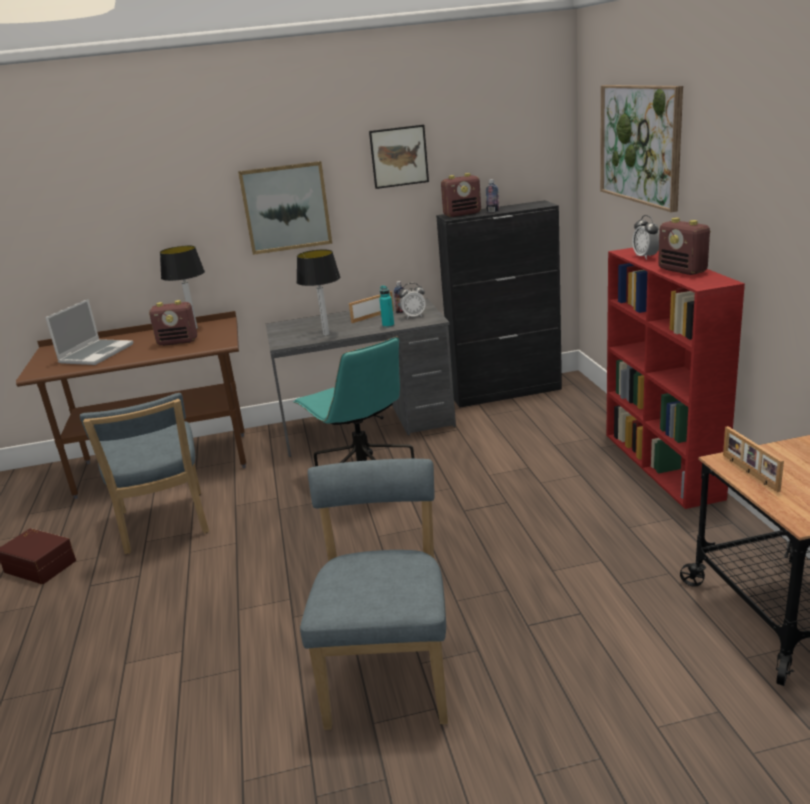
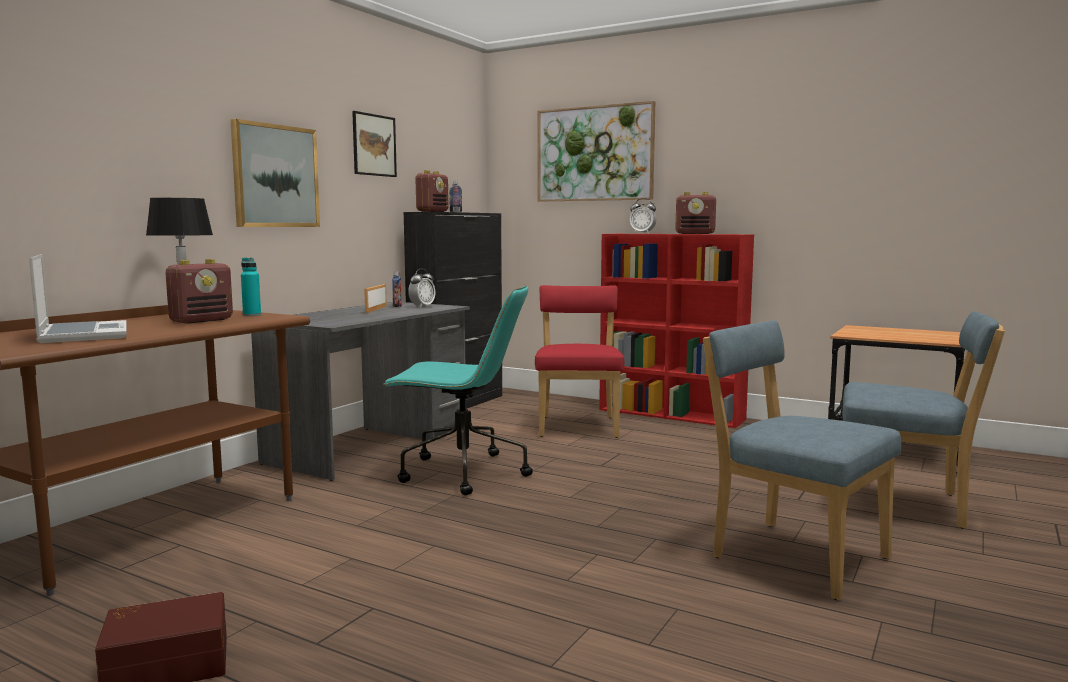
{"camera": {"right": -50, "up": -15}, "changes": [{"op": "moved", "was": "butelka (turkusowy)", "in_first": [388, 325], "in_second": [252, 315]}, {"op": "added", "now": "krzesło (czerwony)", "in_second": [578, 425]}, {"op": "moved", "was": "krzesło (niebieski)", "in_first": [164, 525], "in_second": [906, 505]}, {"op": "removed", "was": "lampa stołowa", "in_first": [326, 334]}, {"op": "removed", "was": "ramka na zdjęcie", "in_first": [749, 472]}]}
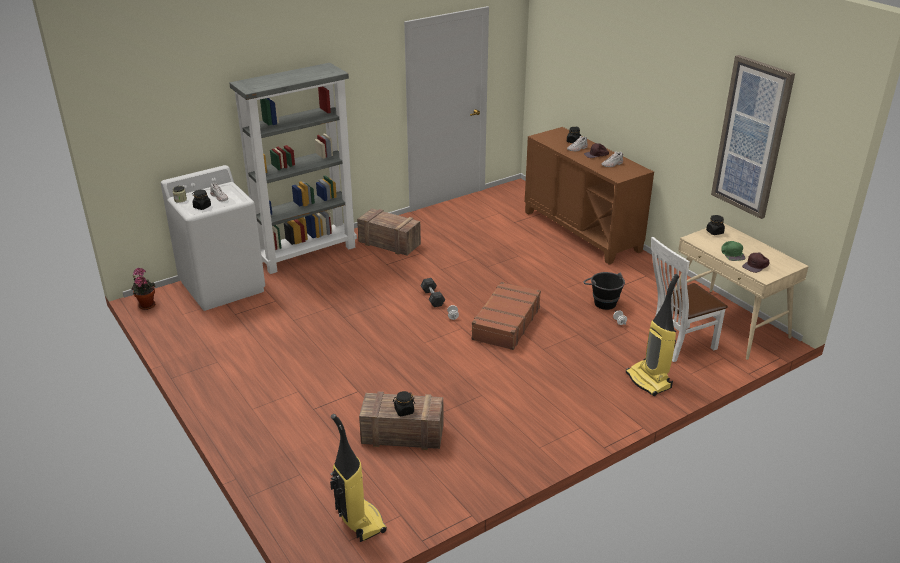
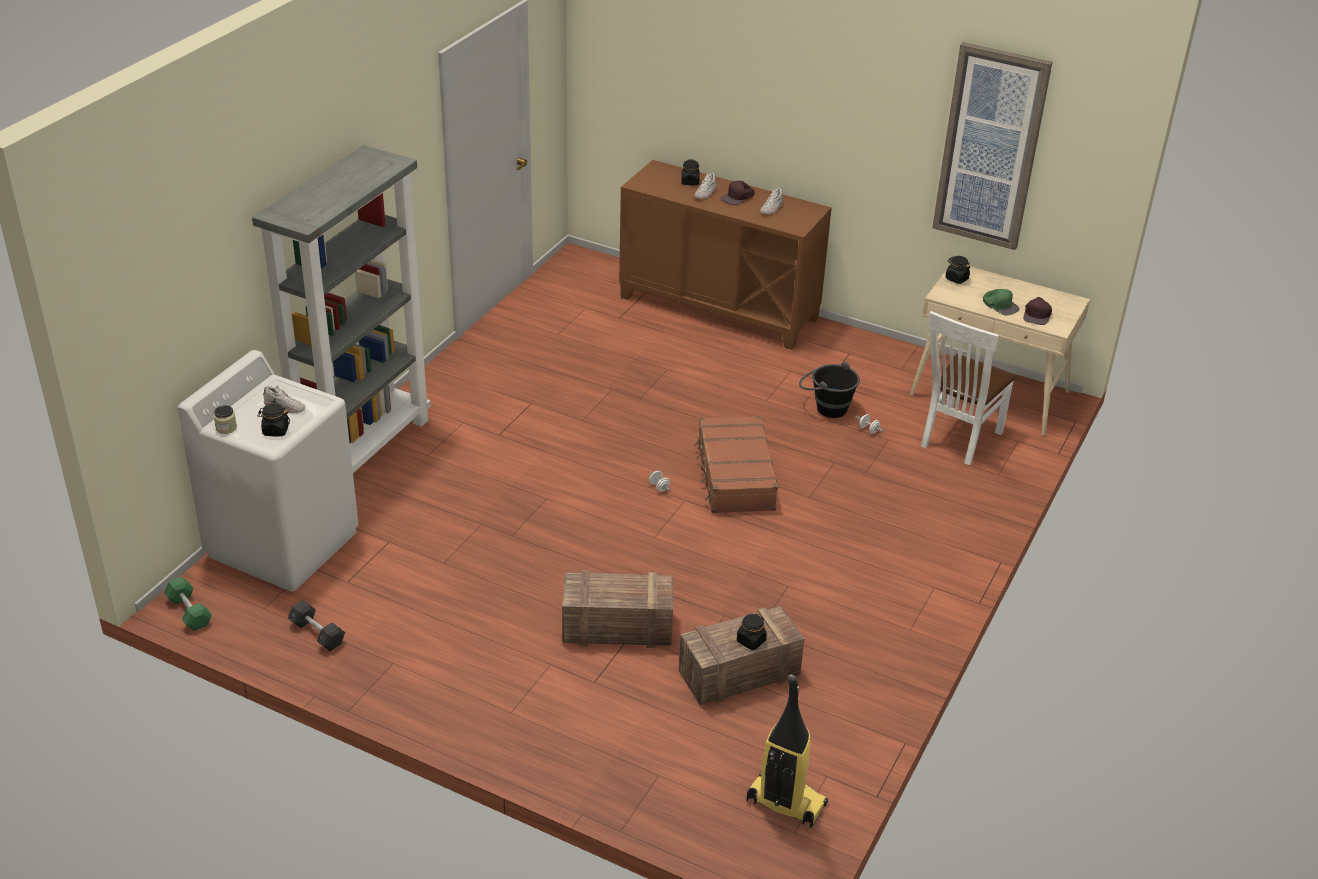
{"camera": {"right": -30, "up": 5}, "changes": [{"op": "replaced", "was": "roślina doniczkowa", "now": "hantel (zielony)", "in_first": [146, 305], "in_second": [189, 612]}, {"op": "moved", "was": "hantel (szary)", "in_first": [432, 298], "in_second": [317, 633]}, {"op": "moved", "was": "skrzynka", "in_first": [388, 243], "in_second": [615, 628]}, {"op": "removed", "was": "odkurzacz", "in_first": [649, 381]}]}
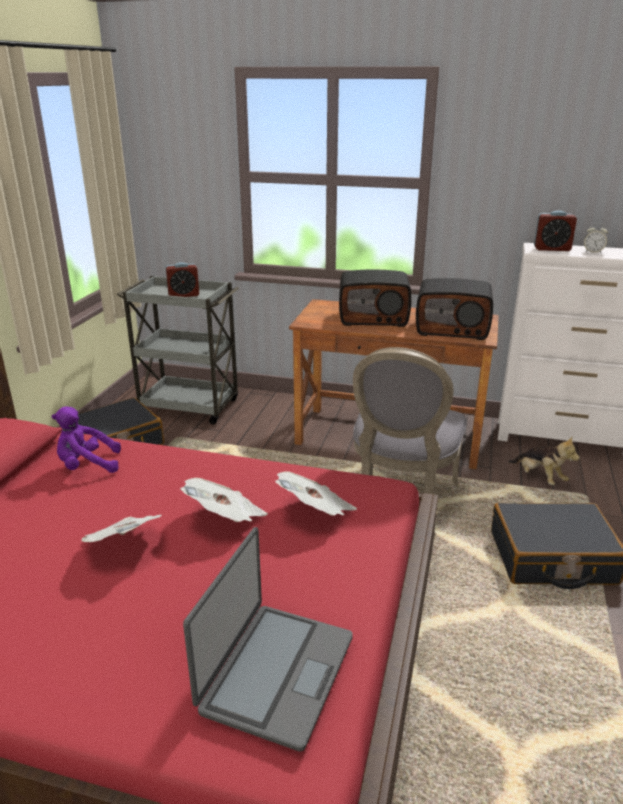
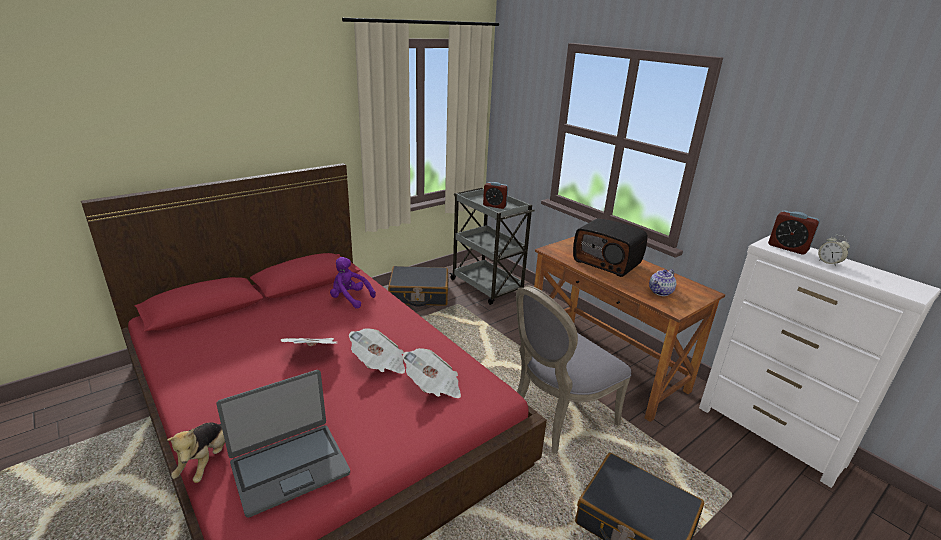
{"camera": {"right": 35, "up": 0}, "changes": [{"op": "moved", "was": "pluszak", "in_first": [539, 477], "in_second": [205, 462]}, {"op": "replaced", "was": "radio", "now": "imbryk", "in_first": [452, 329], "in_second": [661, 292]}]}
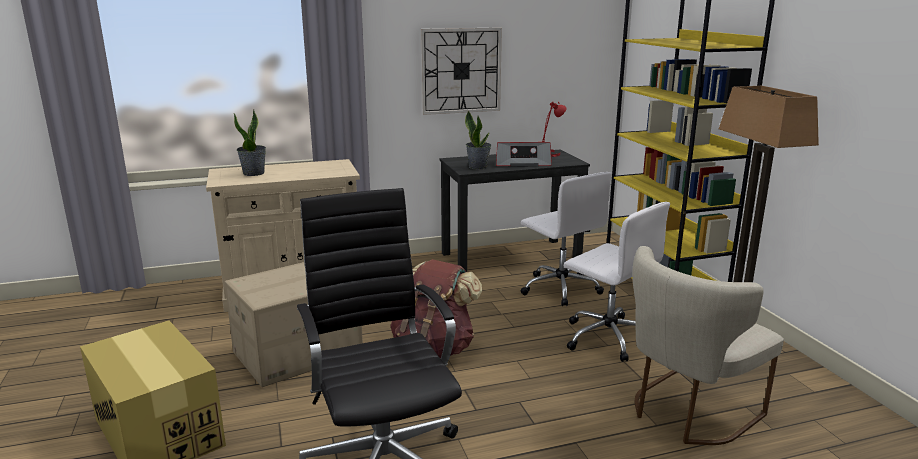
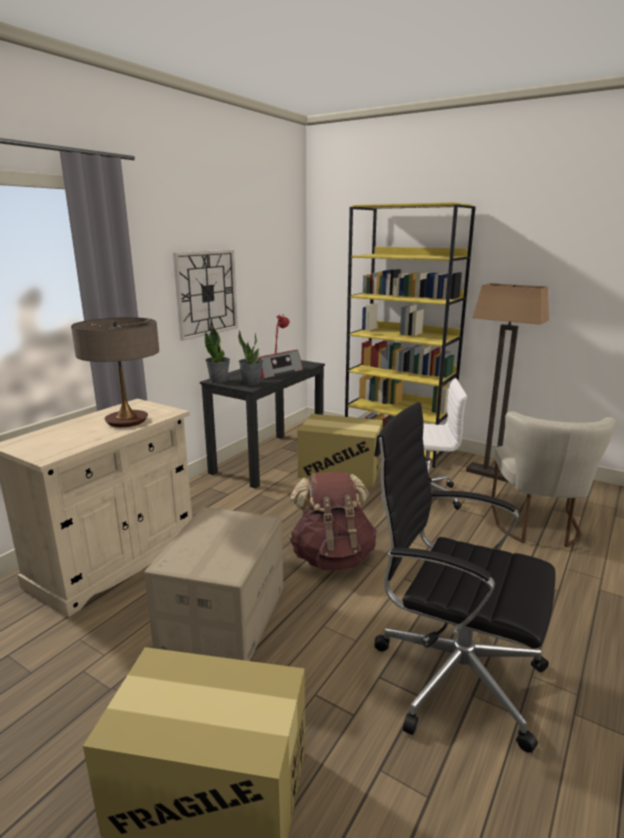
{"camera": {"right": -40, "up": 0}, "changes": [{"op": "added", "now": "lampa stołowa", "in_second": [127, 421]}, {"op": "moved", "was": "roślina doniczkowa", "in_first": [254, 173], "in_second": [219, 380]}, {"op": "replaced", "was": "krzesło biurowe (biały)", "now": "karton", "in_first": [560, 288], "in_second": [340, 471]}]}
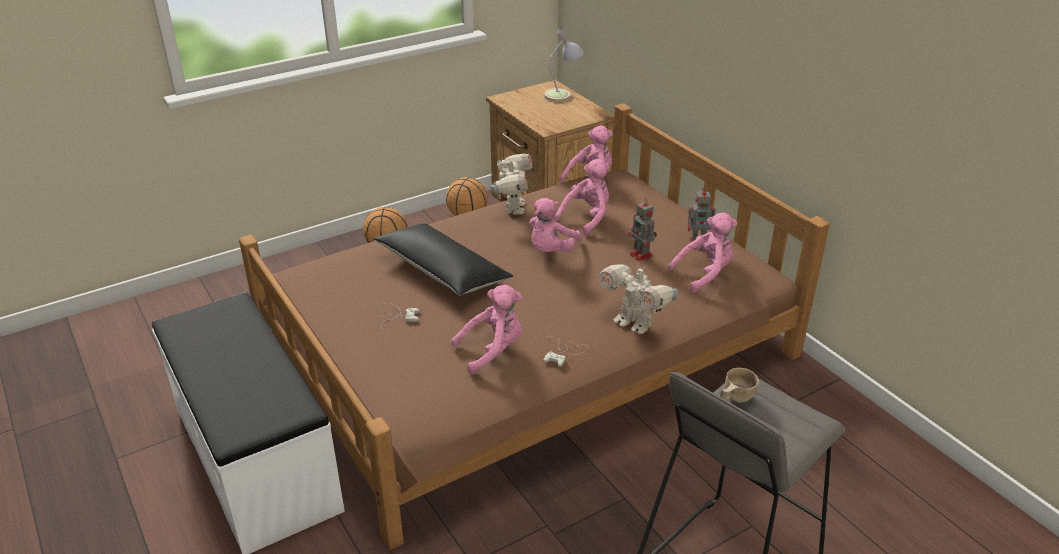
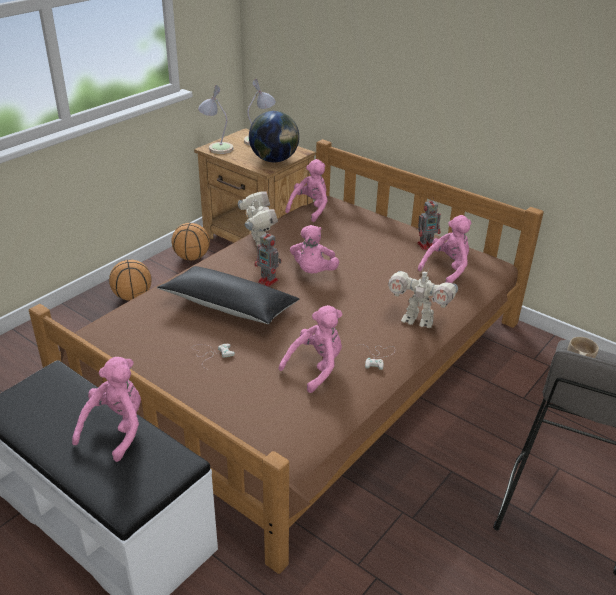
{"camera": {"right": -20, "up": 0}, "changes": [{"op": "moved", "was": "pluszak (różowy)", "in_first": [587, 218], "in_second": [116, 429]}, {"op": "added", "now": "lampa stołowa", "in_second": [216, 147]}, {"op": "added", "now": "globus", "in_second": [274, 160]}, {"op": "moved", "was": "robot zabawkowy", "in_first": [642, 255], "in_second": [269, 281]}]}
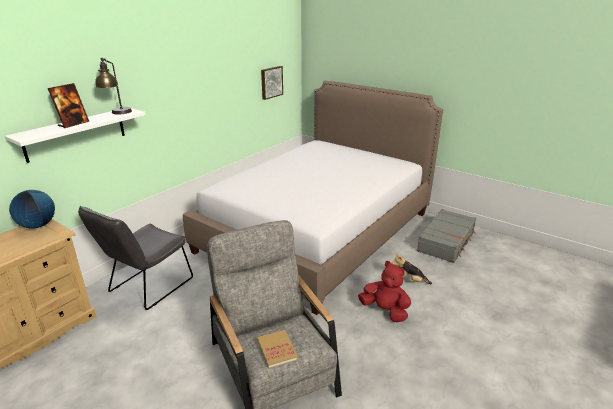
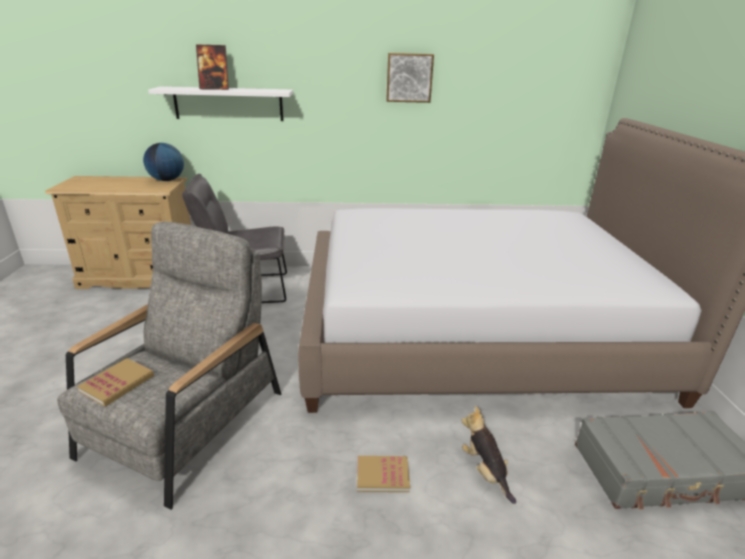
{"camera": {"right": 50, "up": 0}, "changes": [{"op": "replaced", "was": "pluszak (czerwony)", "now": "książka", "in_first": [385, 311], "in_second": [382, 475]}, {"op": "moved", "was": "obraz", "in_first": [271, 82], "in_second": [409, 78]}, {"op": "removed", "was": "lampa stołowa", "in_first": [117, 113]}]}
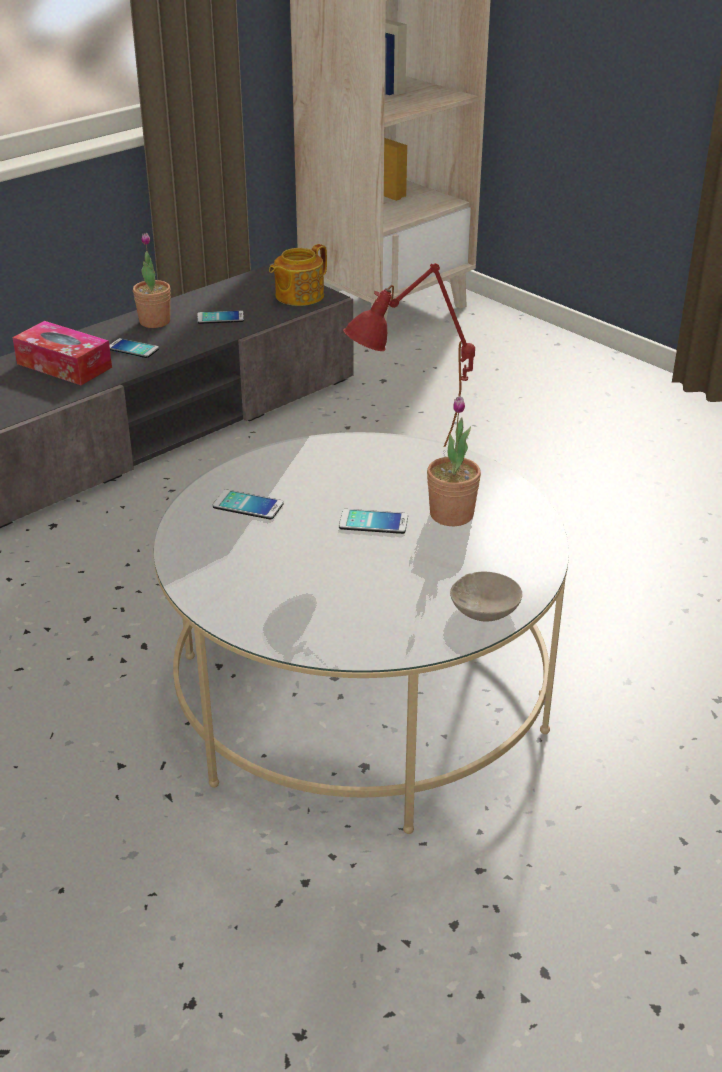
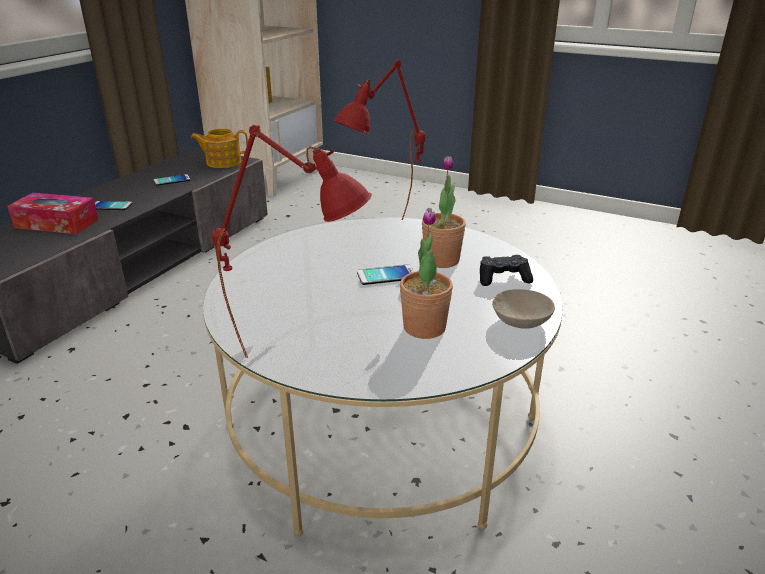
{"camera": {"right": -20, "up": -5}, "changes": [{"op": "turned", "was": "imbryk", "in_first": [298, 296], "in_second": [223, 162], "clockwise": 60}, {"op": "added", "now": "lampa stołowa (czerwony)", "in_second": [300, 350]}, {"op": "moved", "was": "roślina doniczkowa", "in_first": [154, 322], "in_second": [424, 327]}, {"op": "added", "now": "pad do gier (czarny)", "in_second": [503, 278]}, {"op": "removed", "was": "telefon", "in_first": [248, 505]}]}
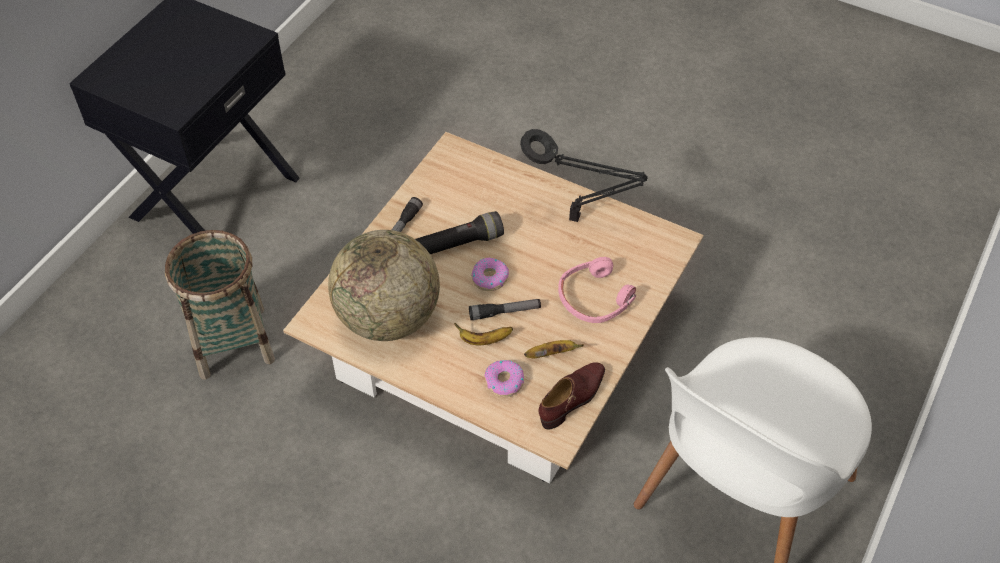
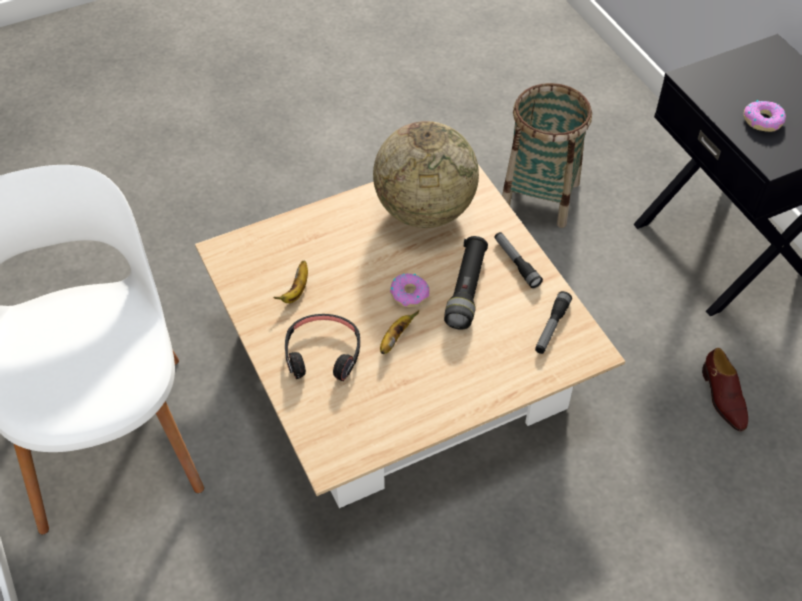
{"camera": {"right": 125, "up": 0}, "changes": [{"op": "recoloured", "was": "słuchawki (różowy)", "now": "słuchawki (czarny)", "in_first": [594, 298], "in_second": [323, 353]}, {"op": "moved", "was": "banan", "in_first": [484, 340], "in_second": [395, 339]}, {"op": "moved", "was": "latarka", "in_first": [505, 312], "in_second": [551, 327]}, {"op": "moved", "was": "but (brązowy)", "in_first": [573, 398], "in_second": [722, 397]}, {"op": "moved", "was": "donut", "in_first": [504, 382], "in_second": [762, 120]}, {"op": "removed", "was": "lampa stołowa (czarny)", "in_first": [578, 219]}]}
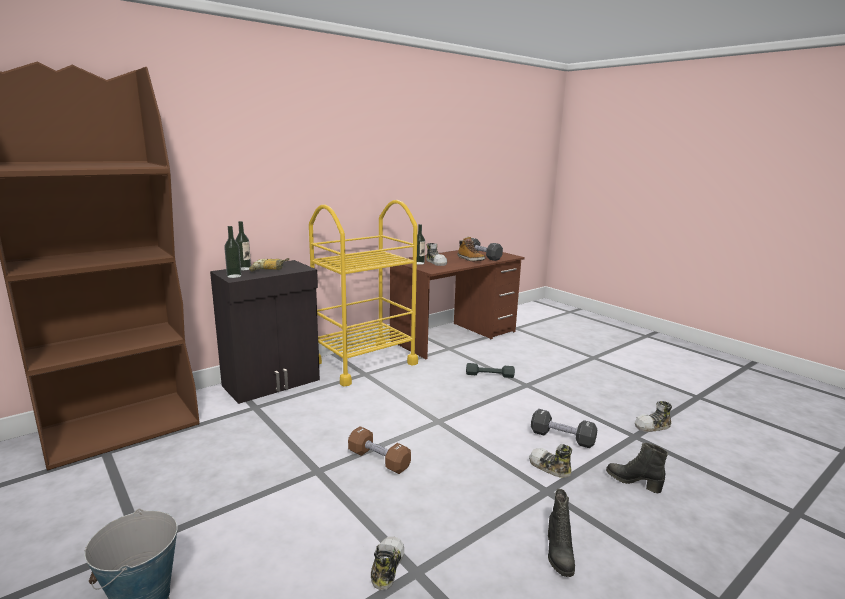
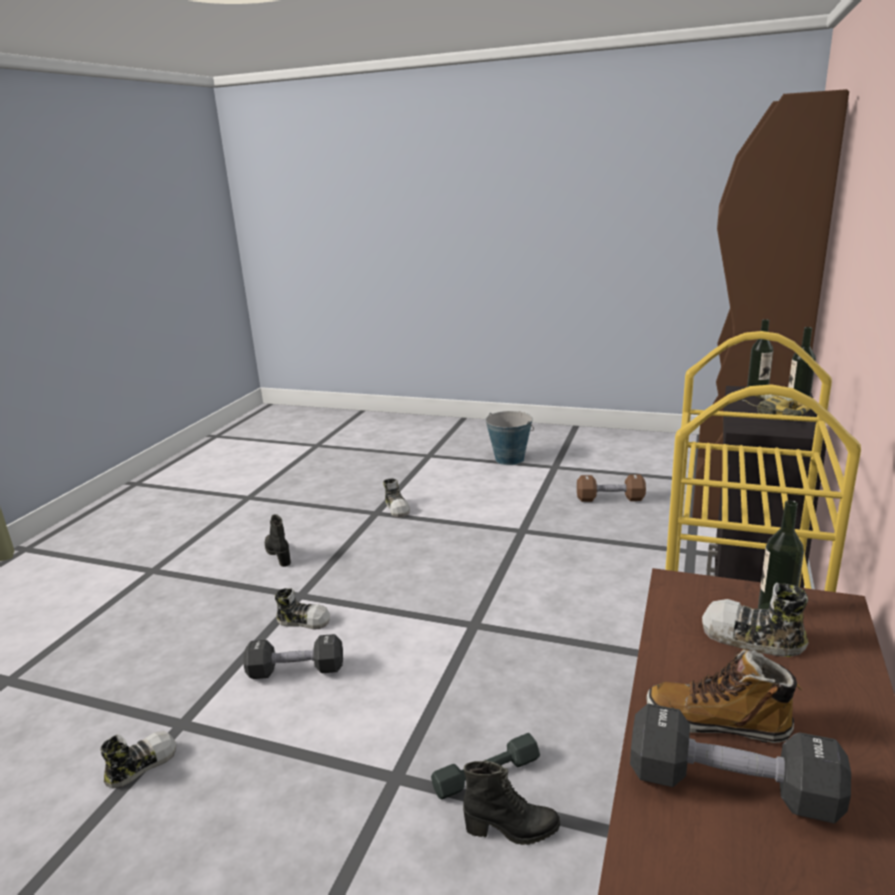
{"camera": {"right": 150, "up": 5}, "changes": [{"op": "moved", "was": "but z cholewką (czarny)", "in_first": [633, 482], "in_second": [512, 830]}, {"op": "moved", "was": "hantel (brązowy)", "in_first": [378, 460], "in_second": [610, 499]}]}
